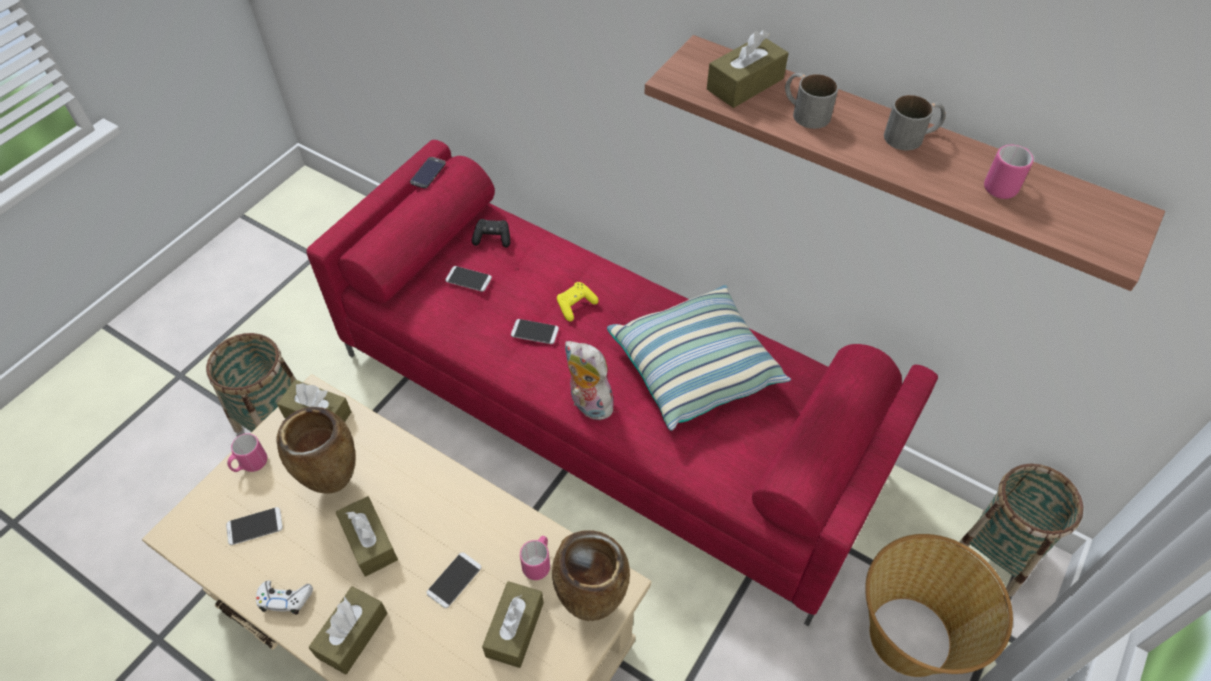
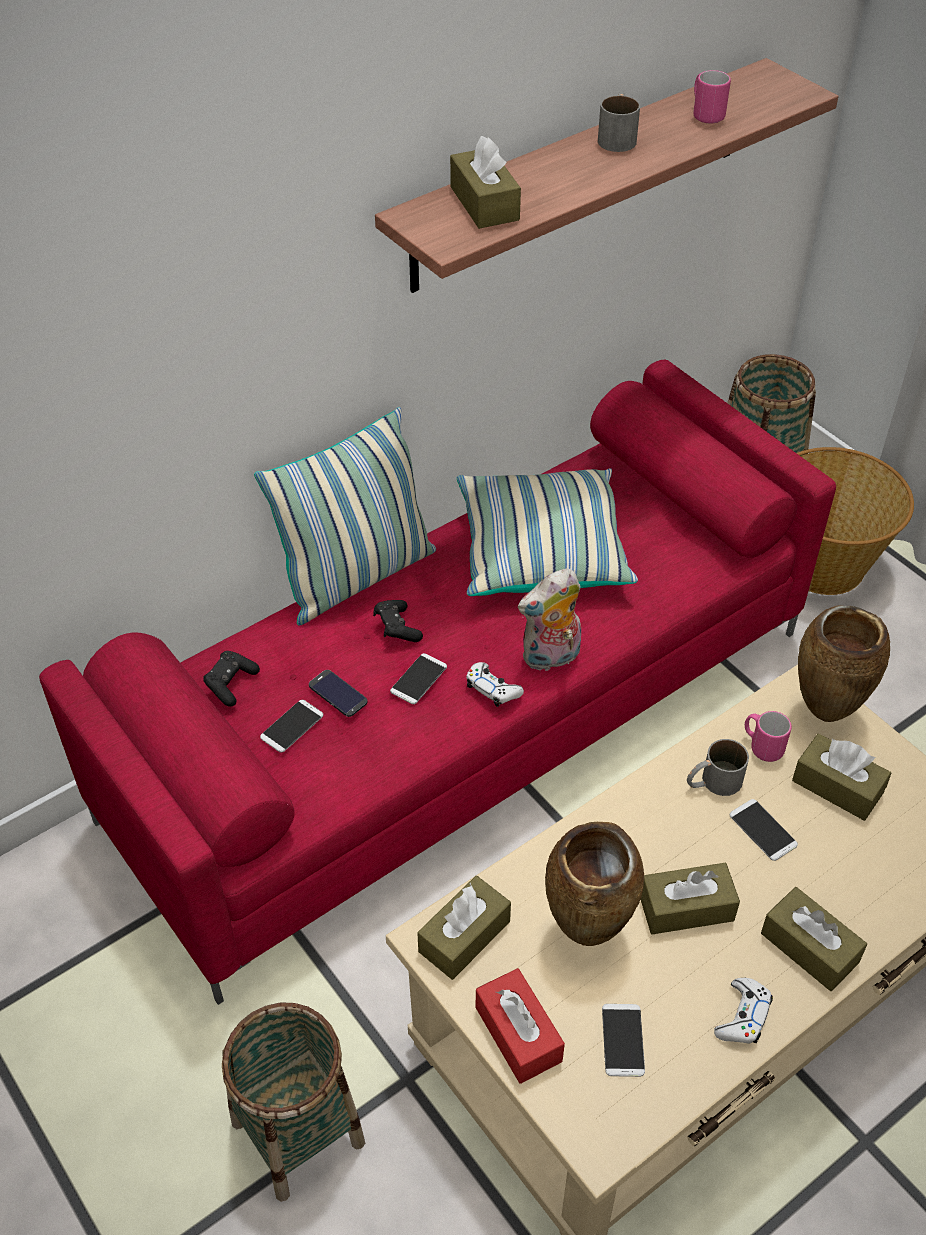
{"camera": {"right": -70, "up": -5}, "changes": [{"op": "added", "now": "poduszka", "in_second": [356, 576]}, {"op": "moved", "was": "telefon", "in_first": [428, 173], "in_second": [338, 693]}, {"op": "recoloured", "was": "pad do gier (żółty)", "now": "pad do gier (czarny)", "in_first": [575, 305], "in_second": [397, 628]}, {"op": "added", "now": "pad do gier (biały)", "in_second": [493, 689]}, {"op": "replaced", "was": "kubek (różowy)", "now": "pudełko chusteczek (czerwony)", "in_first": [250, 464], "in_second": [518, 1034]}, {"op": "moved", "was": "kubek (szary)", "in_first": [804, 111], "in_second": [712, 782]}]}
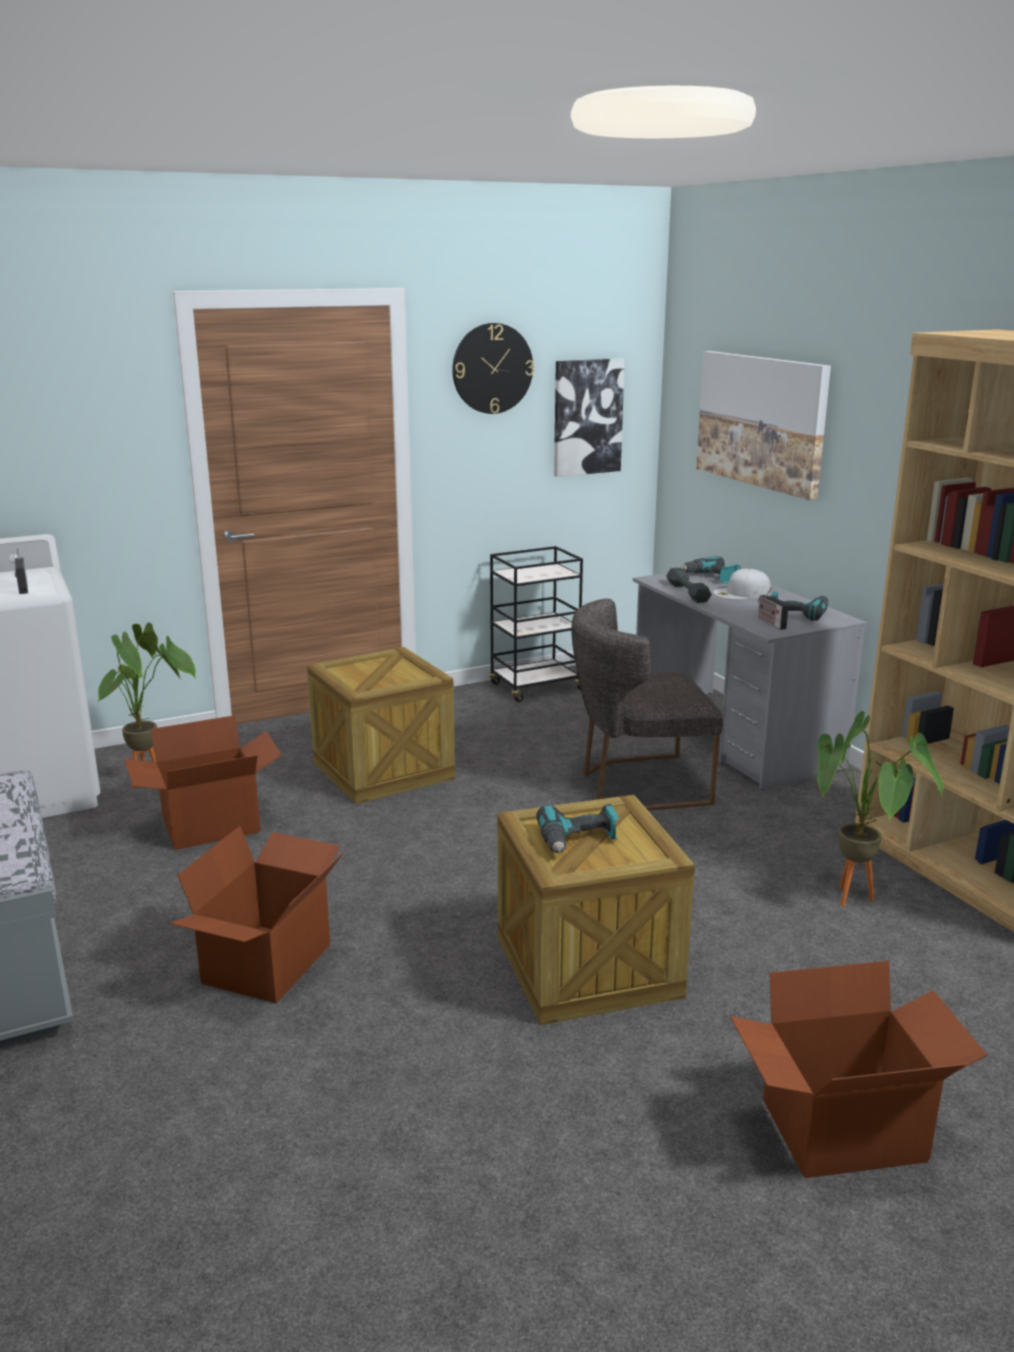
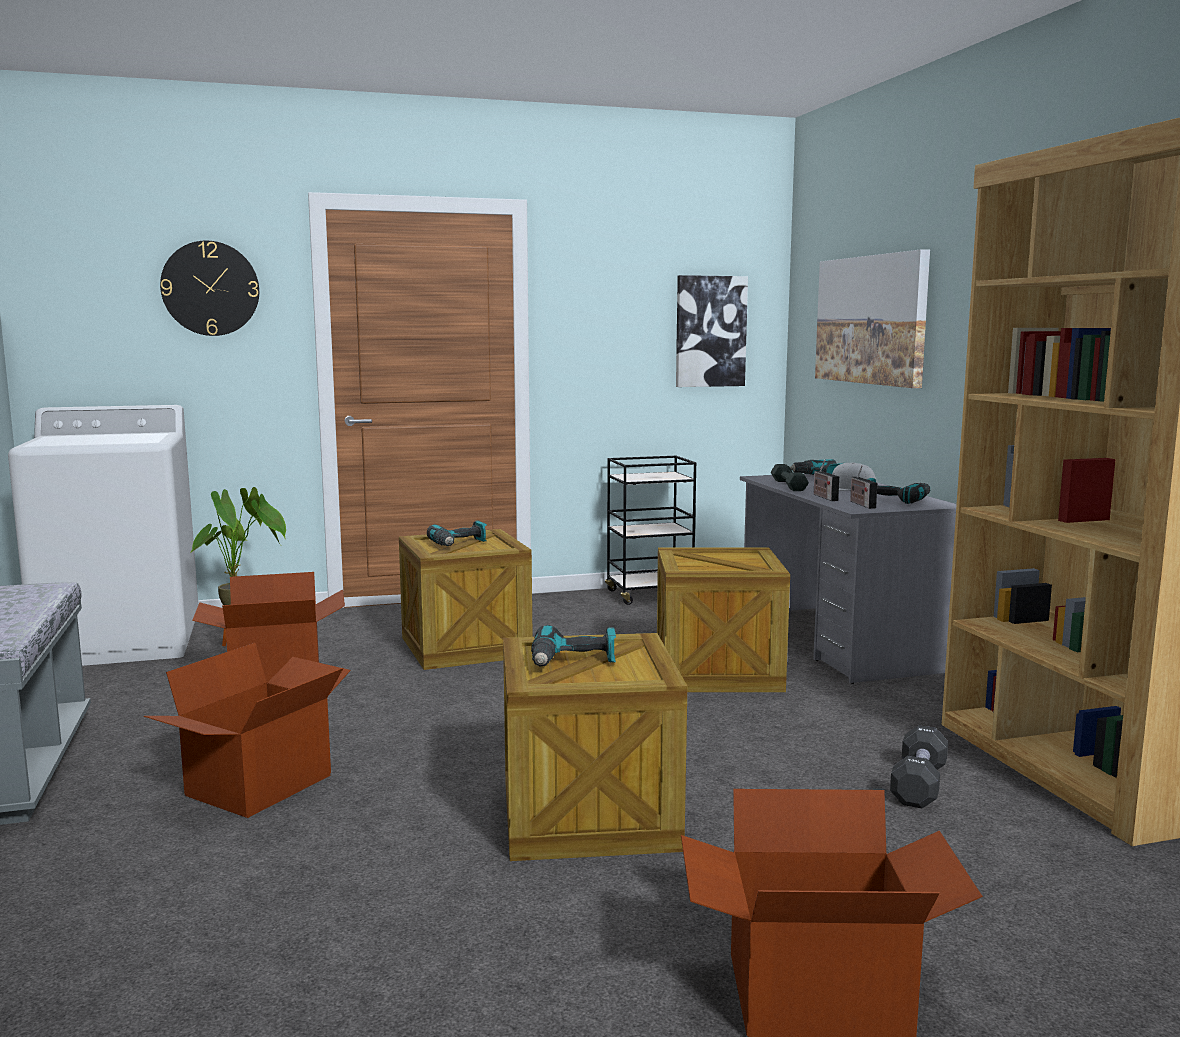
{"camera": {"right": 10, "up": -10}, "changes": [{"op": "moved", "was": "zegar ścienny", "in_first": [492, 368], "in_second": [210, 288]}, {"op": "added", "now": "wiertarka", "in_second": [459, 544]}, {"op": "replaced", "was": "krzesło (szary)", "now": "skrzynka", "in_first": [637, 784], "in_second": [717, 672]}, {"op": "moved", "was": "radio", "in_first": [22, 587], "in_second": [824, 497]}, {"op": "replaced", "was": "roślina doniczkowa", "now": "hantel (czarny)", "in_first": [855, 903], "in_second": [918, 785]}]}
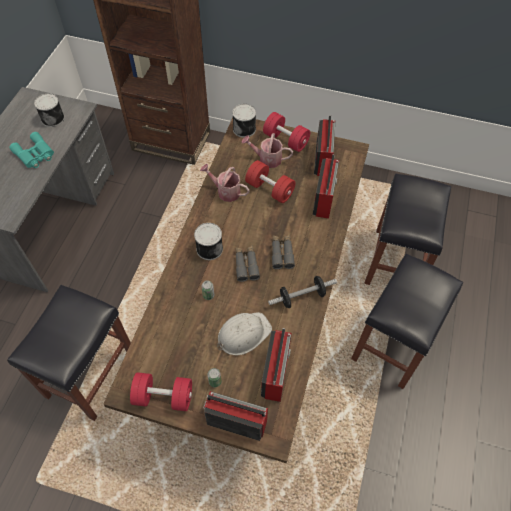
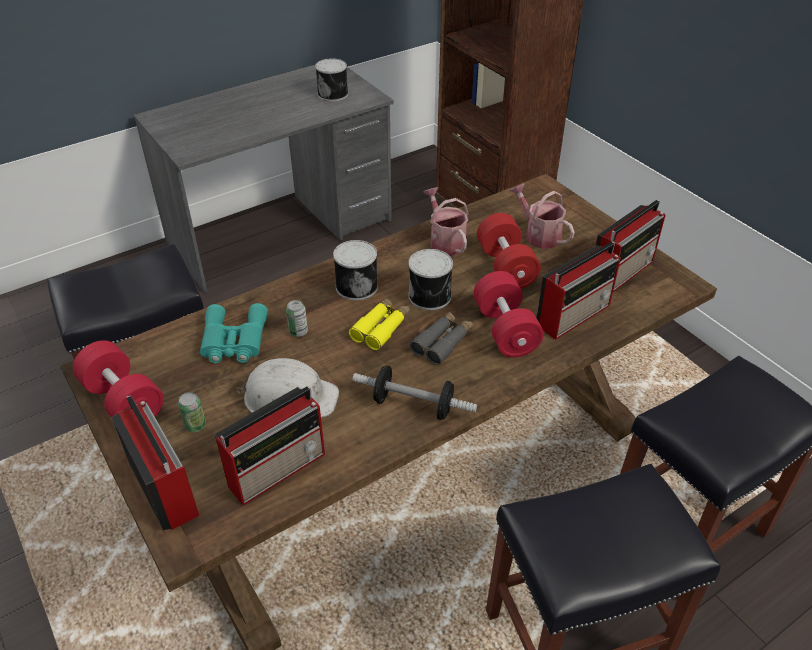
{"camera": {"right": 40, "up": -15}, "changes": [{"op": "moved", "was": "lornetka (turkusowy)", "in_first": [35, 155], "in_second": [233, 341]}, {"op": "recoloured", "was": "lornetka (szary)", "now": "lornetka (żółty)", "in_first": [246, 265], "in_second": [381, 328]}, {"op": "moved", "was": "puszka", "in_first": [245, 129], "in_second": [431, 296]}, {"op": "moved", "was": "hantel (czerwony)", "in_first": [286, 140], "in_second": [505, 330]}]}
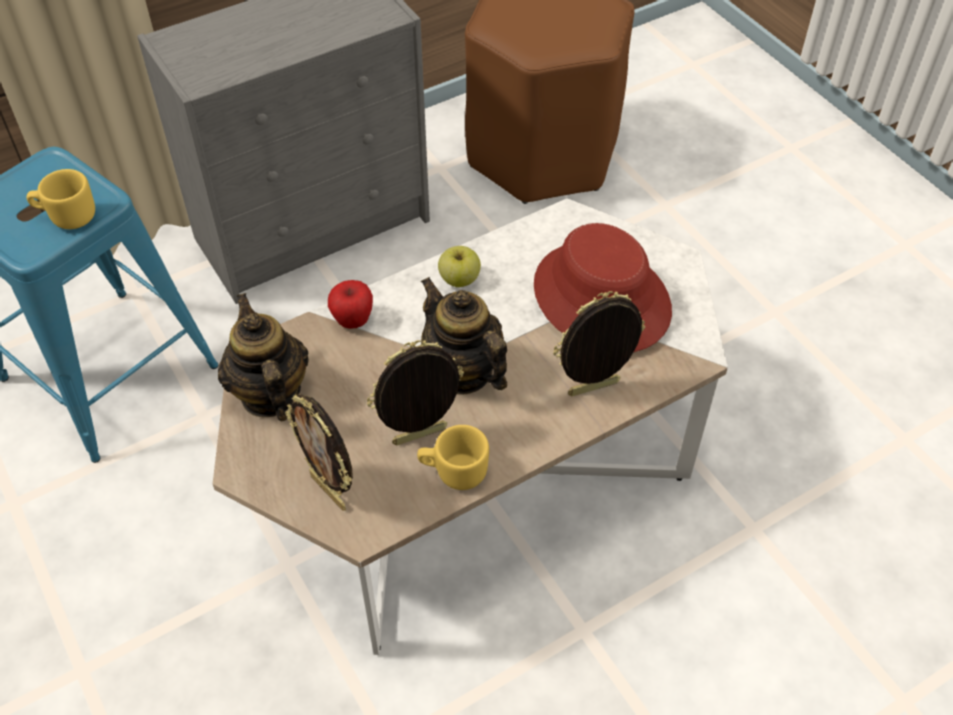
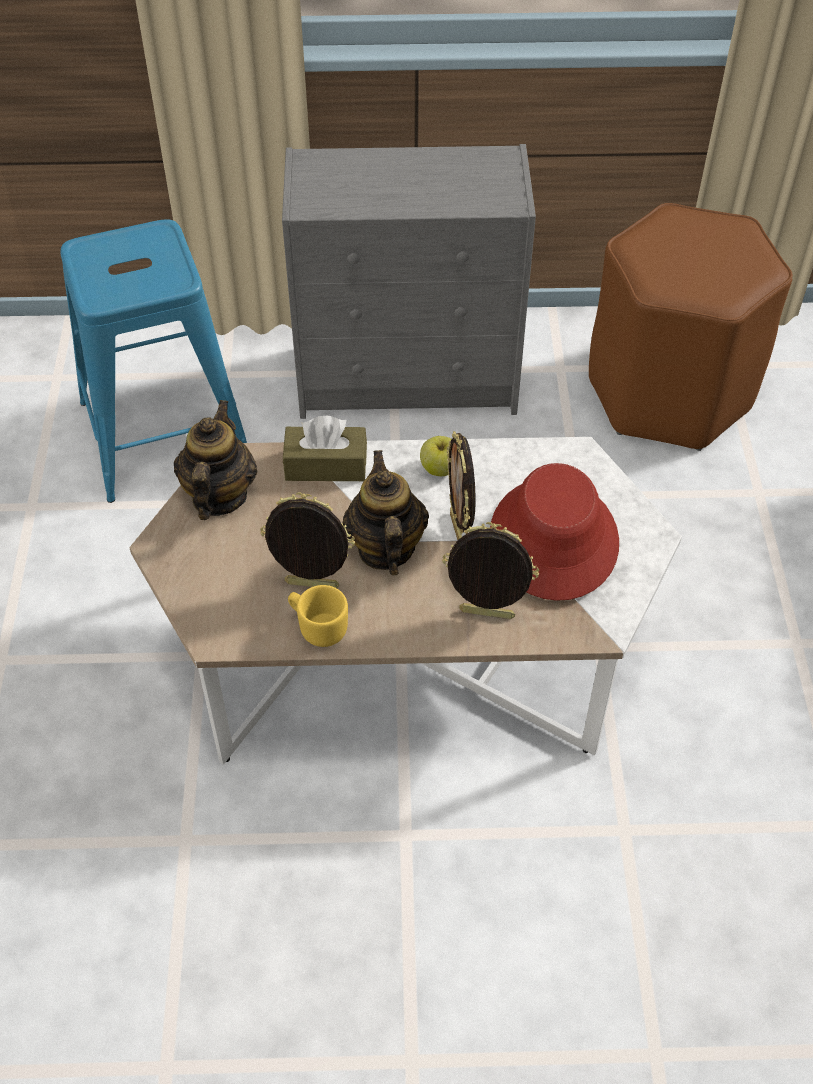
{"camera": {"right": 30, "up": 0}, "changes": [{"op": "replaced", "was": "jabłko", "now": "pudełko chusteczek (brązowy)", "in_first": [353, 321], "in_second": [326, 465]}, {"op": "moved", "was": "ramka na zdjęcie", "in_first": [330, 491], "in_second": [458, 531]}, {"op": "removed", "was": "kubek (żółty)", "in_first": [67, 216]}]}
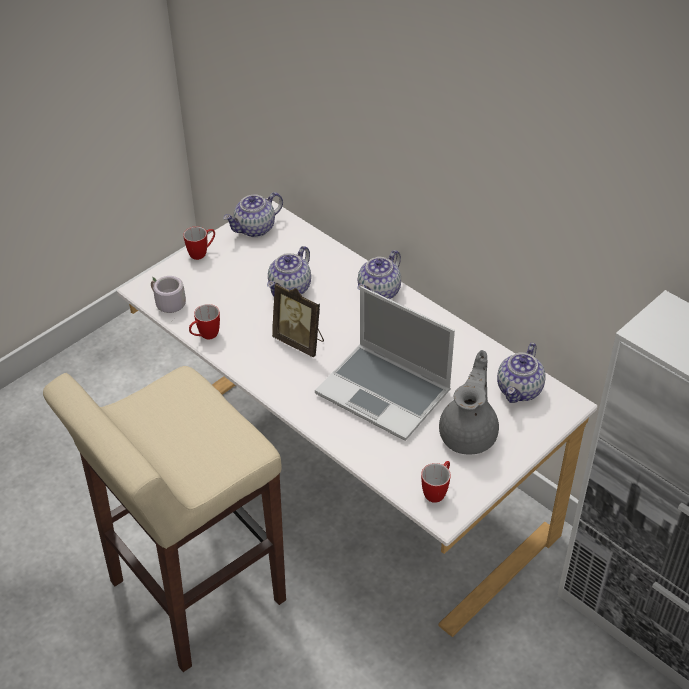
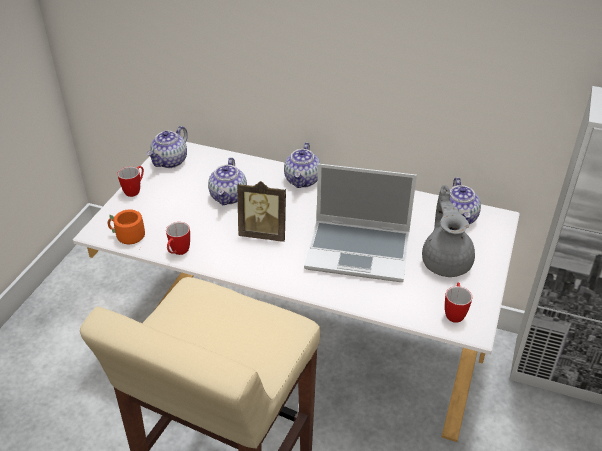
{"camera": {"right": -25, "up": -5}, "changes": [{"op": "recoloured", "was": "kubek (szary)", "now": "kubek (pomarańczowy)", "in_first": [166, 304], "in_second": [127, 237]}]}
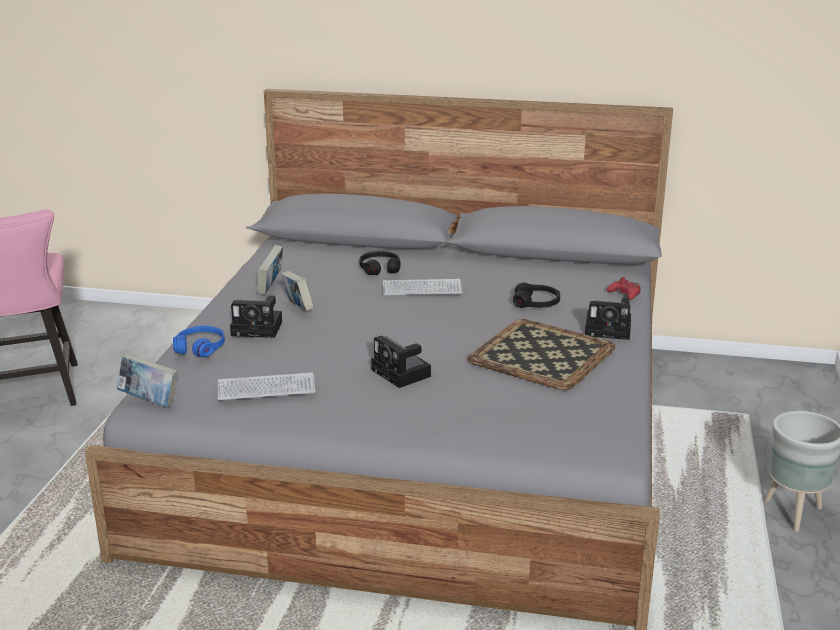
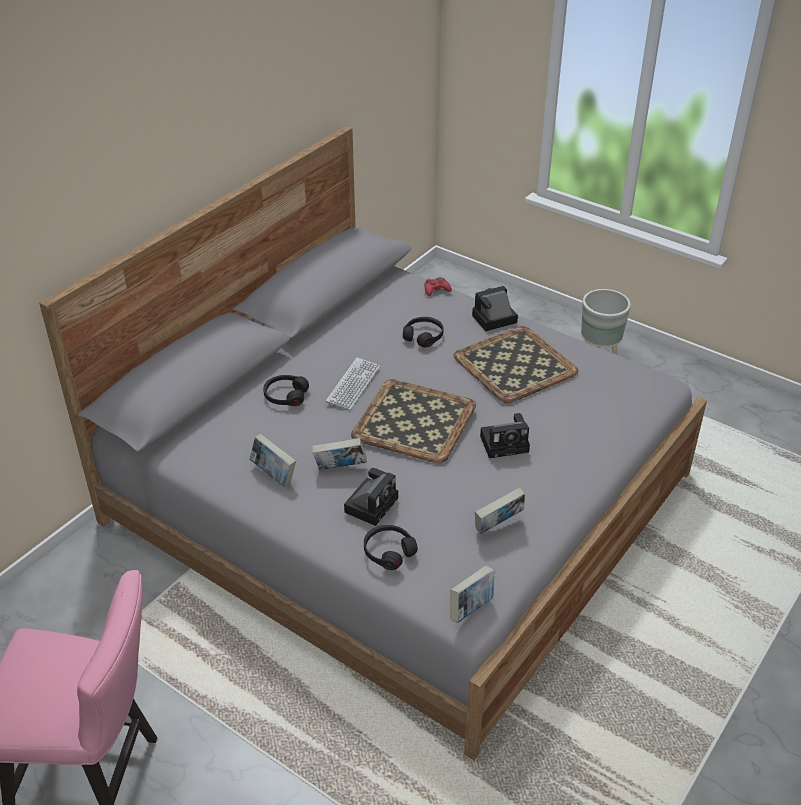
{"camera": {"right": -65, "up": 15}, "changes": [{"op": "added", "now": "taca", "in_second": [414, 420]}, {"op": "recoloured", "was": "słuchawki (niebieski)", "now": "słuchawki (czarny)", "in_first": [200, 347], "in_second": [388, 551]}, {"op": "turned", "was": "aparat fotograficzny", "in_first": [610, 330], "in_second": [493, 320], "clockwise": -150}, {"op": "replaced", "was": "klawiatura", "now": "książka", "in_first": [266, 388], "in_second": [498, 525]}]}
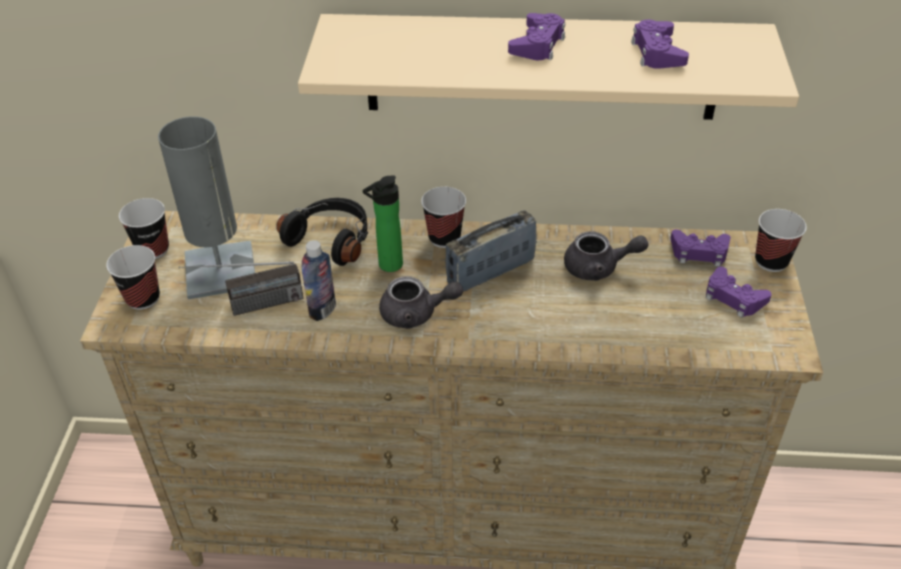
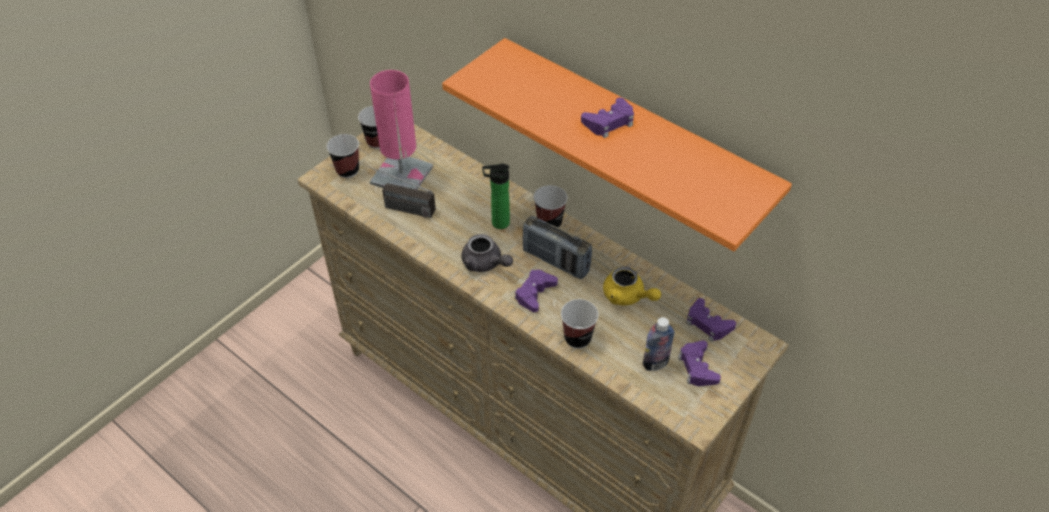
{"camera": {"right": 35, "up": 5}, "changes": [{"op": "recoloured", "was": "lampa stołowa (szary)", "now": "lampa stołowa (różowy)", "in_first": [220, 271], "in_second": [402, 175]}, {"op": "recoloured", "was": "półka (beżowy)", "now": "półka (pomarańczowy)", "in_first": [541, 67], "in_second": [633, 137]}, {"op": "moved", "was": "pad do gier (fioletowy)", "in_first": [657, 52], "in_second": [535, 293]}, {"op": "turned", "was": "radio", "in_first": [490, 272], "in_second": [555, 261], "clockwise": -150}, {"op": "moved", "was": "filiżanka", "in_first": [771, 261], "in_second": [577, 338]}, {"op": "recoloured", "was": "imbryk (szary)", "now": "imbryk (żółty)", "in_first": [598, 268], "in_second": [627, 296]}, {"op": "moved", "was": "butelka", "in_first": [322, 310], "in_second": [655, 363]}, {"op": "removed", "was": "słuchawki (czarny)", "in_first": [332, 239]}]}
